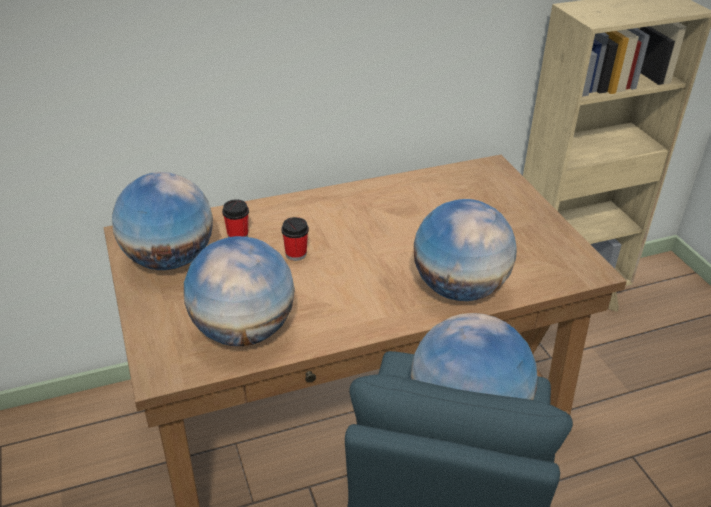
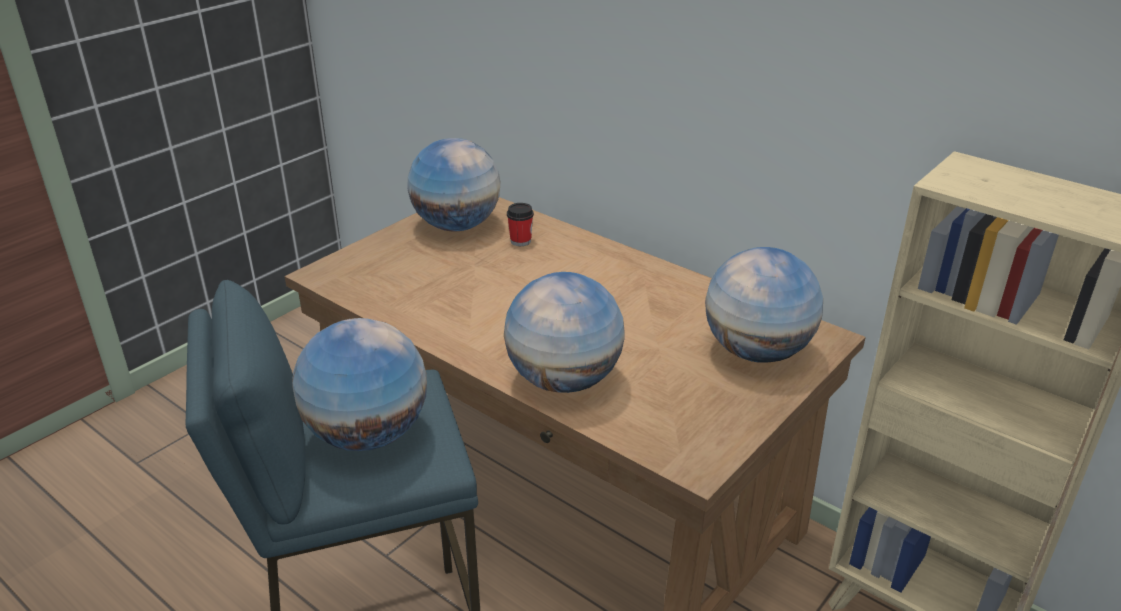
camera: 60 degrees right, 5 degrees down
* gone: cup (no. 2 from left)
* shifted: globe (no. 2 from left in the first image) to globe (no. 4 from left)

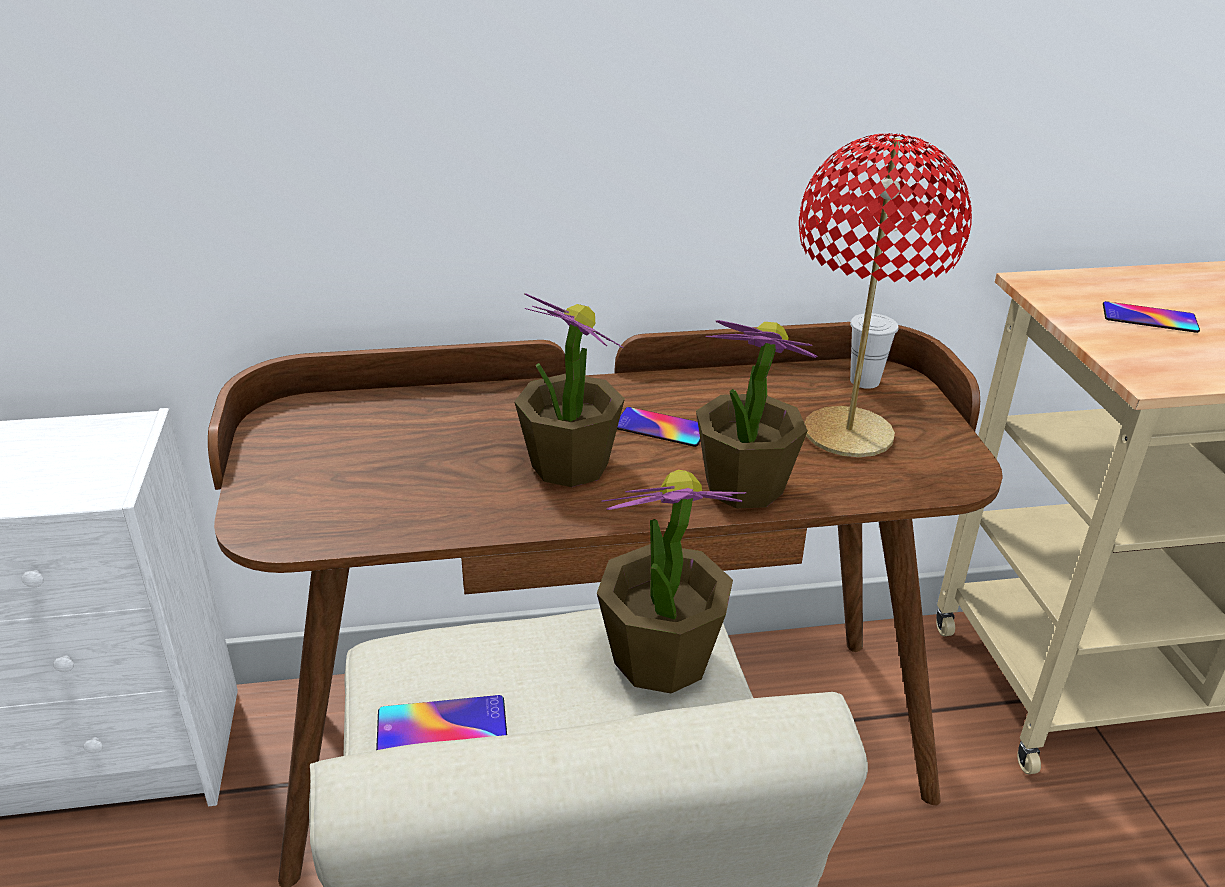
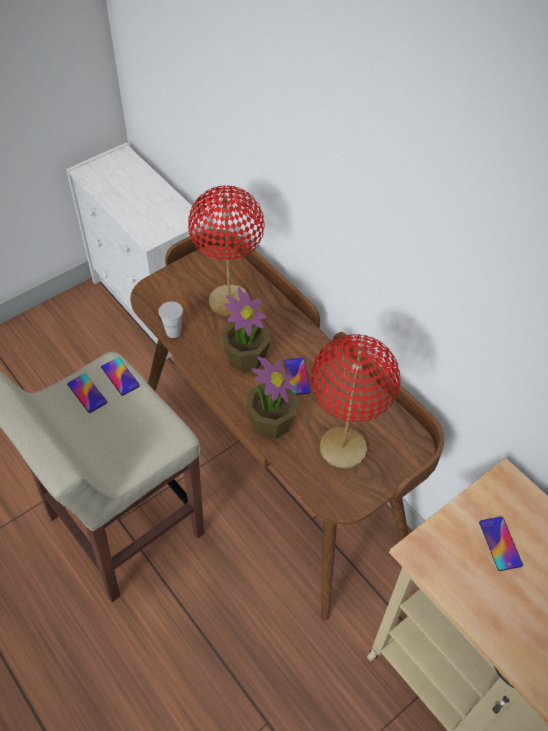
camera: 60 degrees right, 20 degrees up
* gone: potted plant (no. 2 from left)
* new: phone (no. 2 from left)
* new: table lamp (red) (no. 1 from left)
* shifted: cup (white)

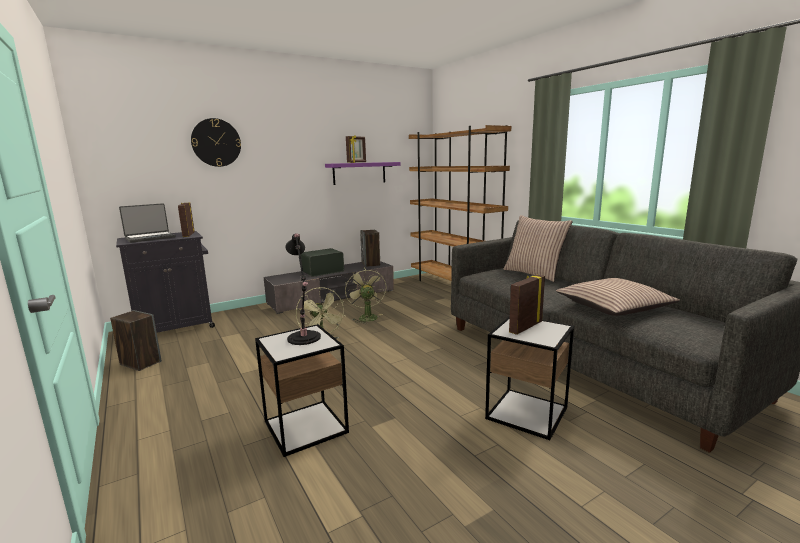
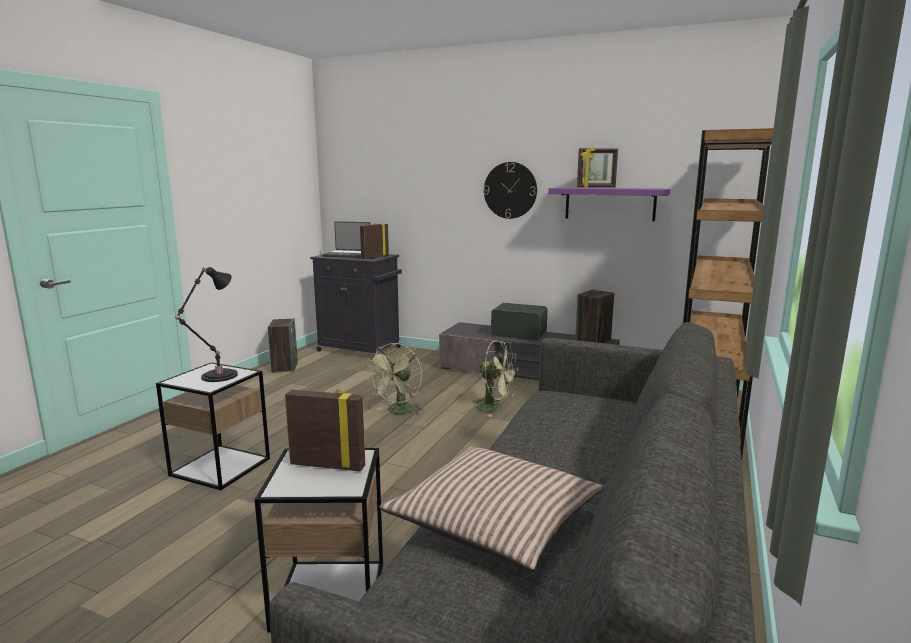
camera: 55 degrees right, 0 degrees up
* gone: pillow (no. 1 from left)
* shifted: wall clock
* rotated: fan (green) (no. 2 from left) 75 degrees clockwise

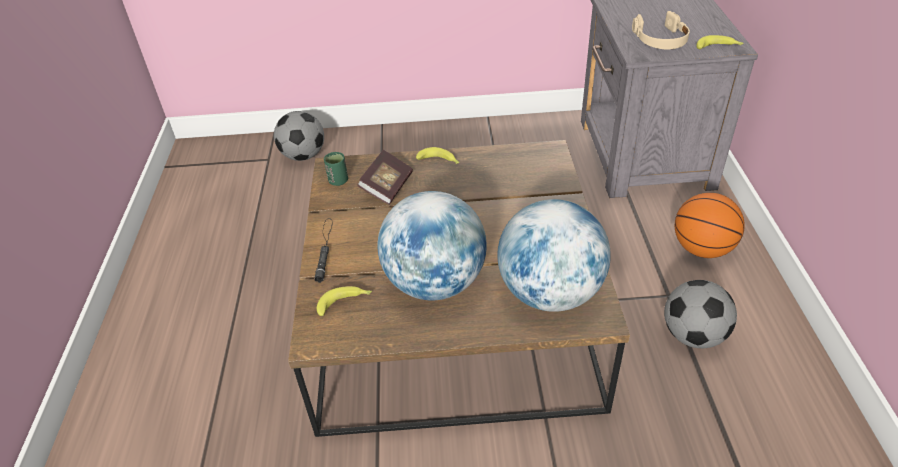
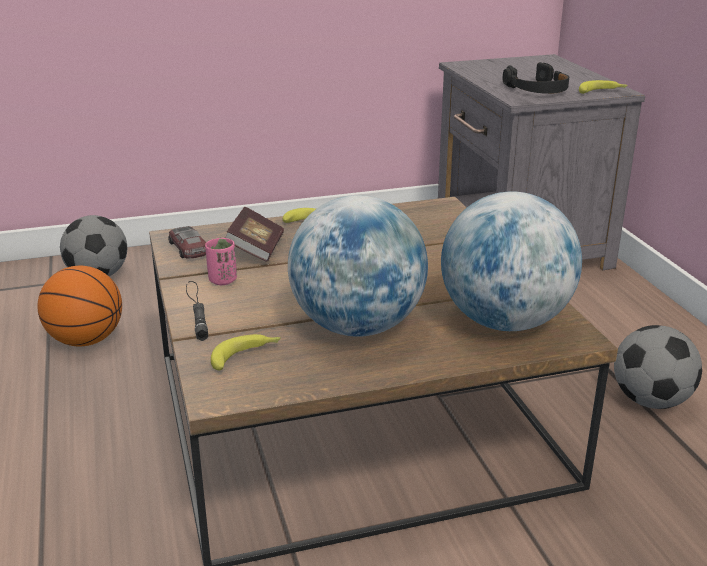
camera: 15 degrees left, 15 degrees down
* new: cup (pink)
* shifted: basketball
* swapped: cup (green) to toy car
* repainted: headphones (beige) to headphones (black)

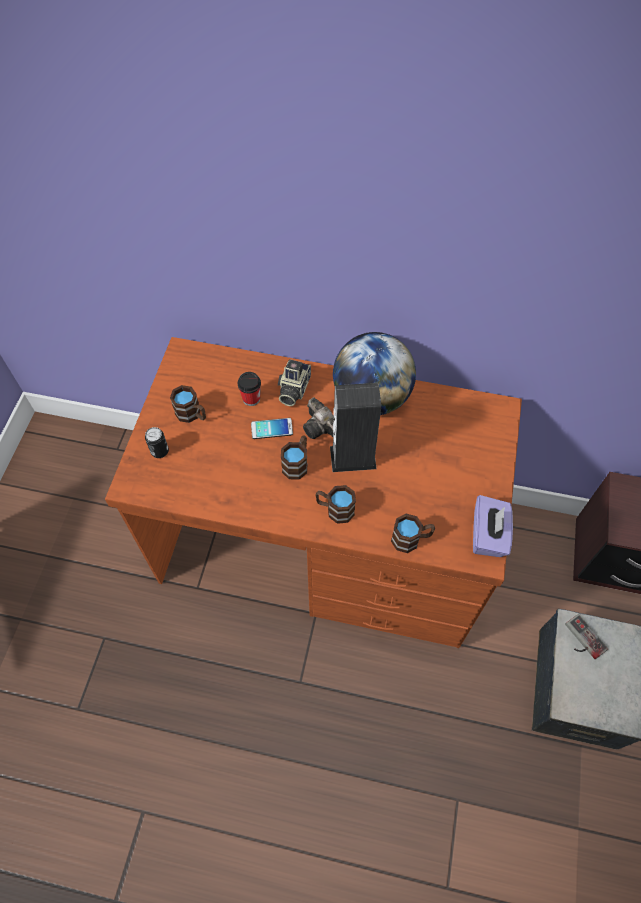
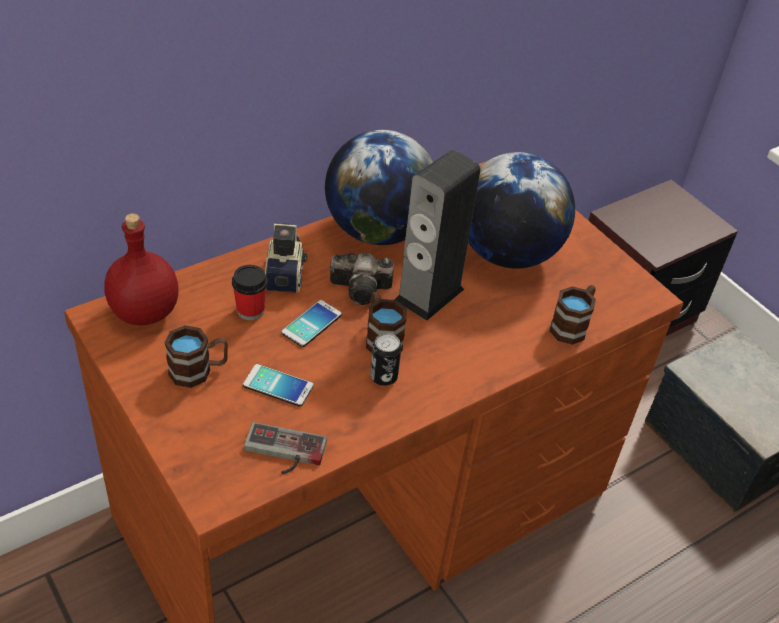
camera: 50 degrees left, 15 degrees down
* gone: mug (brown) (no. 3 from left)
* gone: tissue box (purple)
* new: bottle (red)
* new: phone (no. 1 from left)
* new: globe (no. 2 from left)
* shifted: can
* shifted: game controller
* rotated: photo camera (no. 1 from left) 150 degrees counterclockwise

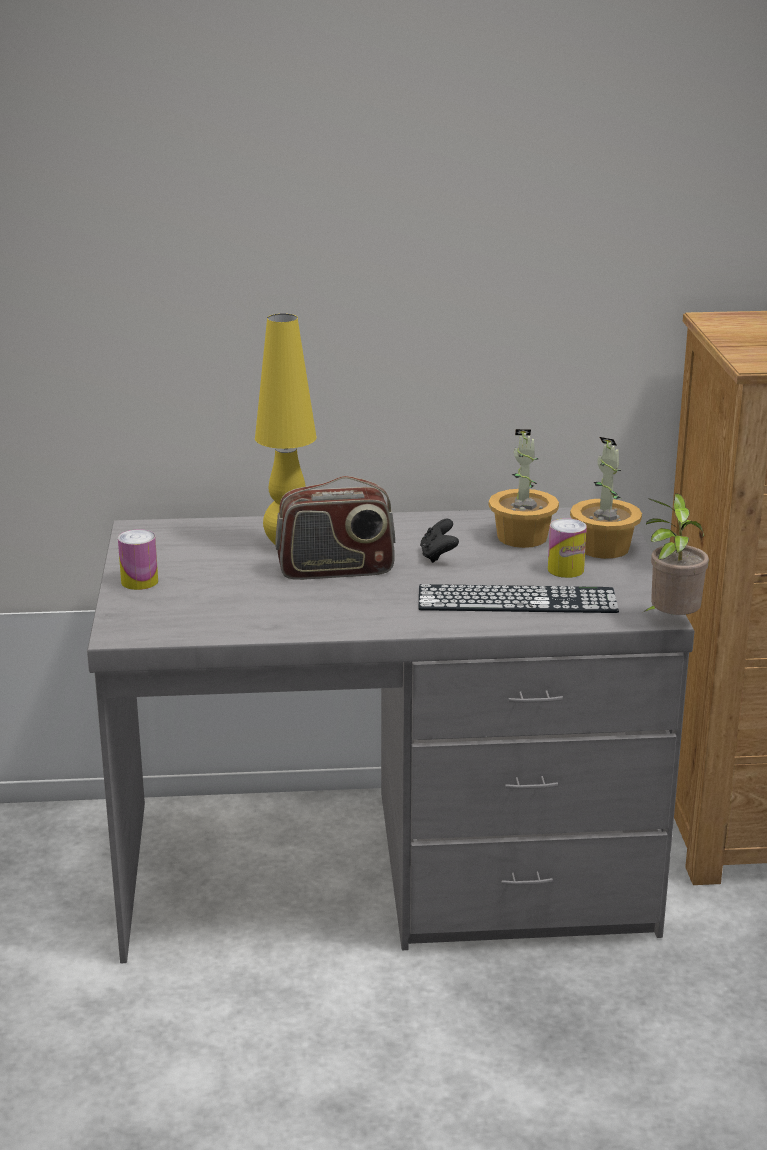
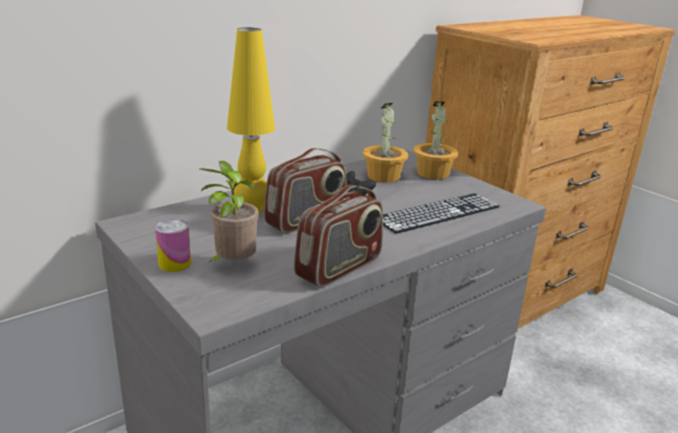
camera: 35 degrees left, 0 degrees up
* gone: can (no. 2 from left)
* new: radio (no. 2 from left)
* shifted: potted plant (no. 3 from left in the first image) to potted plant (no. 1 from left)

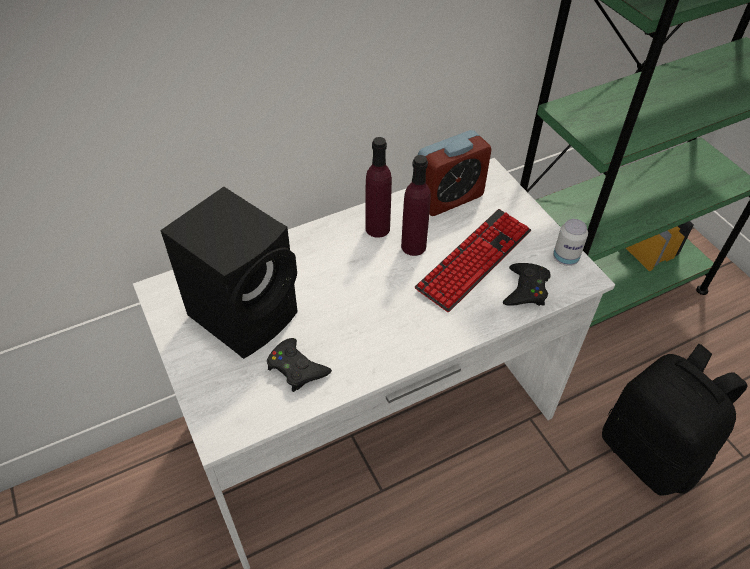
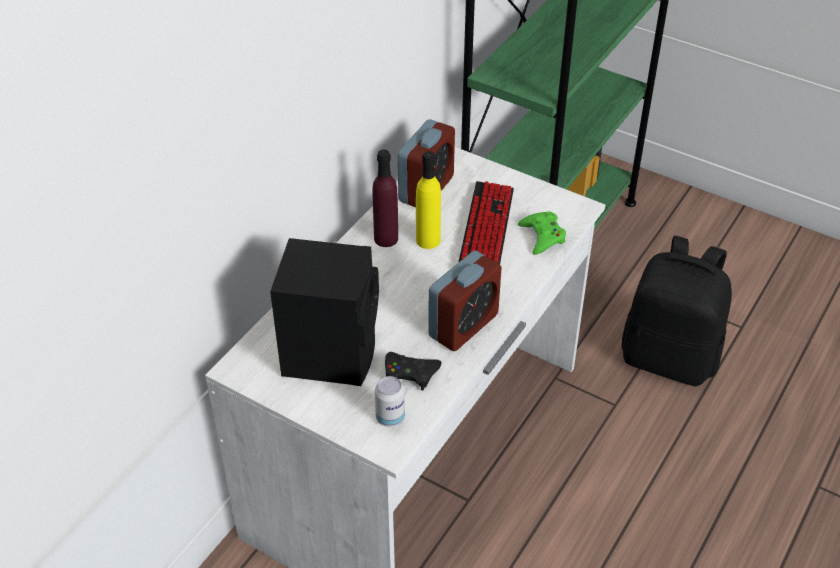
camera: 30 degrees left, 5 degrees down
* new: alarm clock (no. 2 from left)
* shifted: can
* repainted: bottle (purple) (no. 2 from left) to bottle (yellow)
* repainted: game controller (black) (no. 2 from left) to game controller (green)

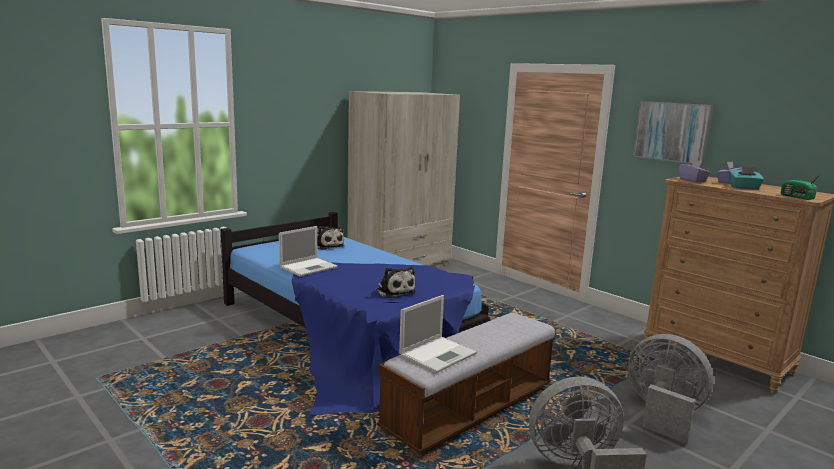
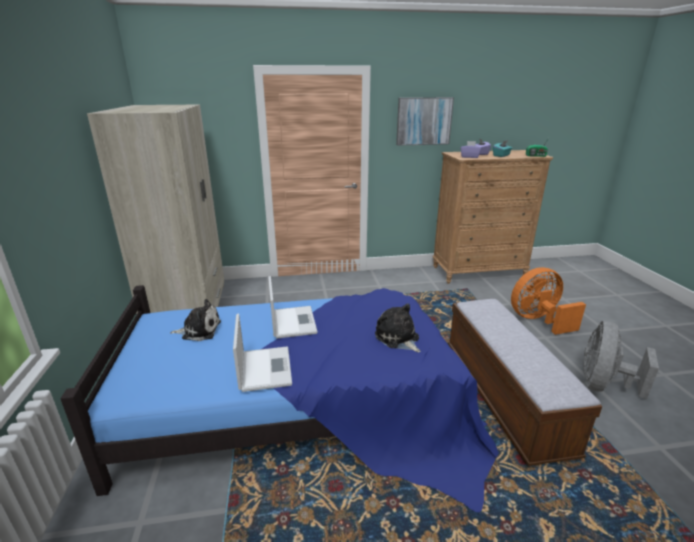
camera: 55 degrees left, 10 degrees up
* shifted: laptop (no. 2 from left)
* repainted: fan (grey) (no. 2 from left) to fan (orange)
* rotated: plush toy (no. 2 from left) 120 degrees counterclockwise

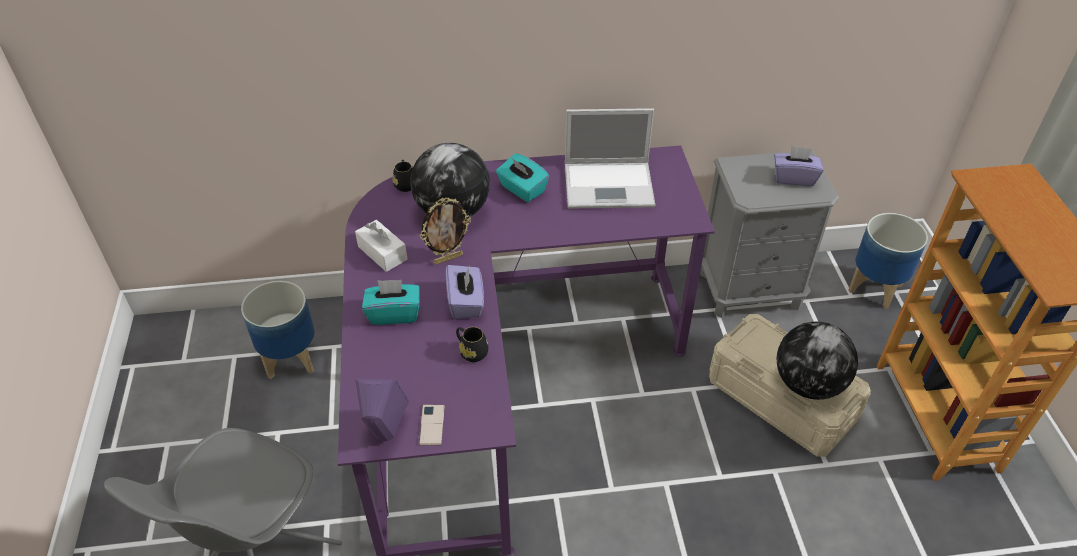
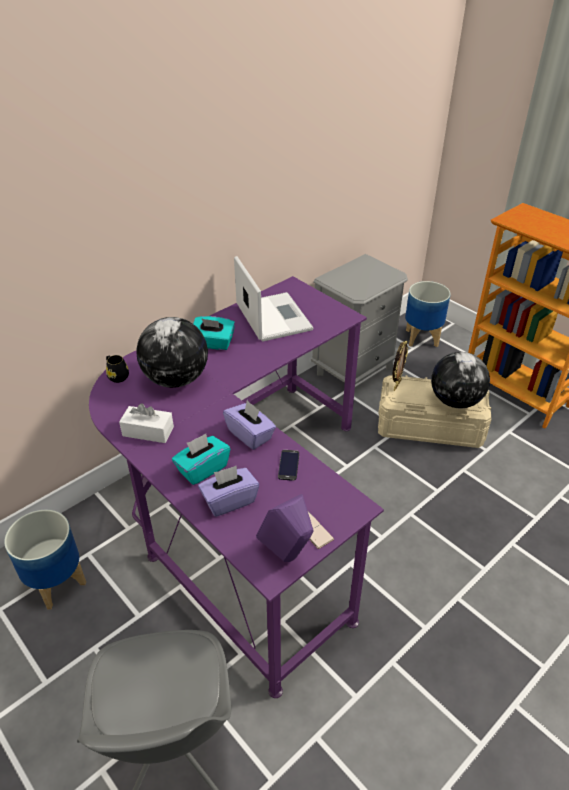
camera: 35 degrees left, 5 degrees down
* shifted: picture frame
* shifted: tissue box (purple) (no. 2 from left in the first image) to tissue box (purple) (no. 1 from left)
* swapped: mug (black) (no. 2 from left) to phone (no. 1 from left)
* rotated: laptop 75 degrees counterclockwise

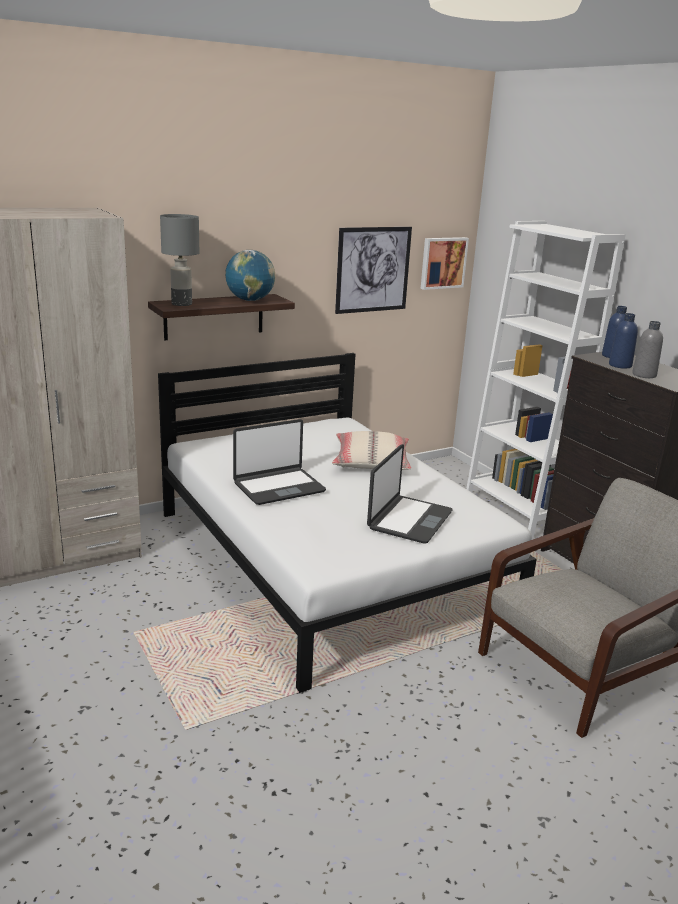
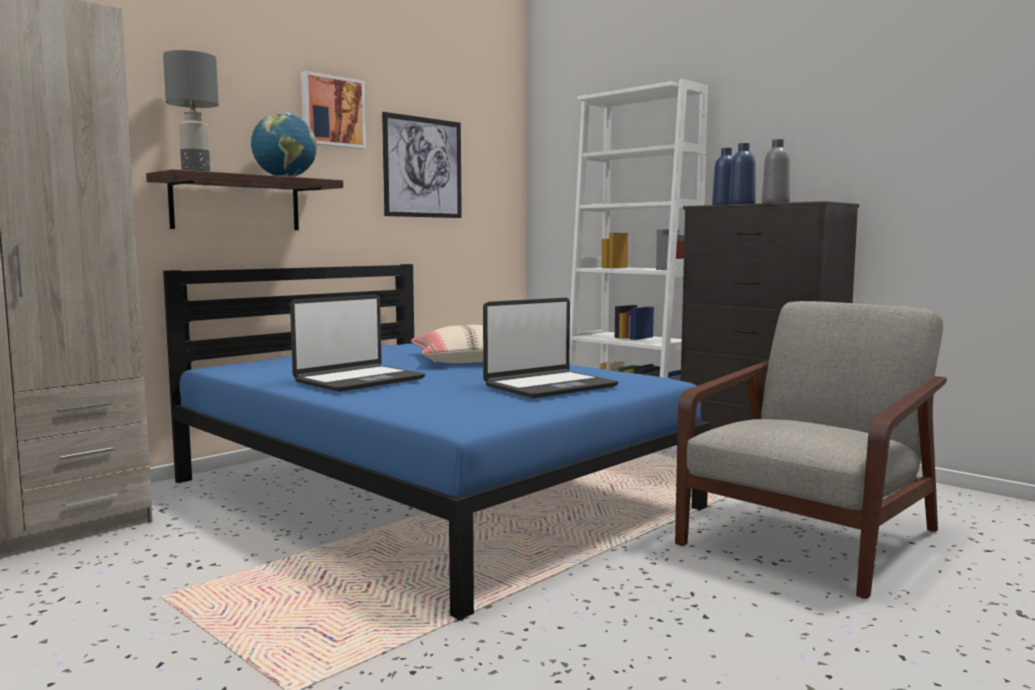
camera: 15 degrees left, 15 degrees down
* shifted: picture (no. 2 from left in the first image) to picture (no. 1 from left)
* repainted: bed (white) to bed (blue)
* rotated: laptop (no. 2 from left) 45 degrees clockwise

